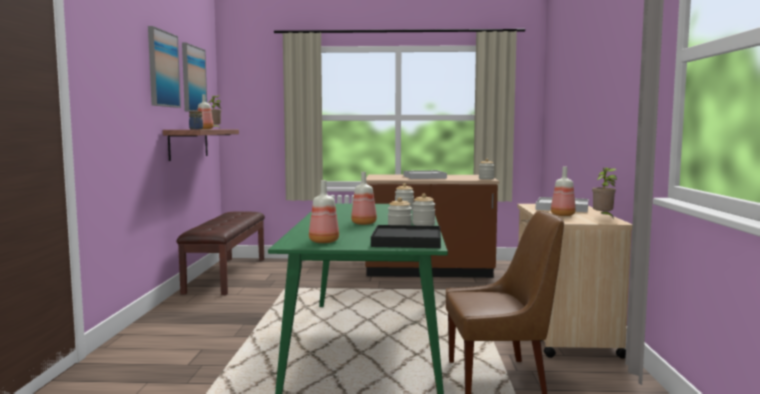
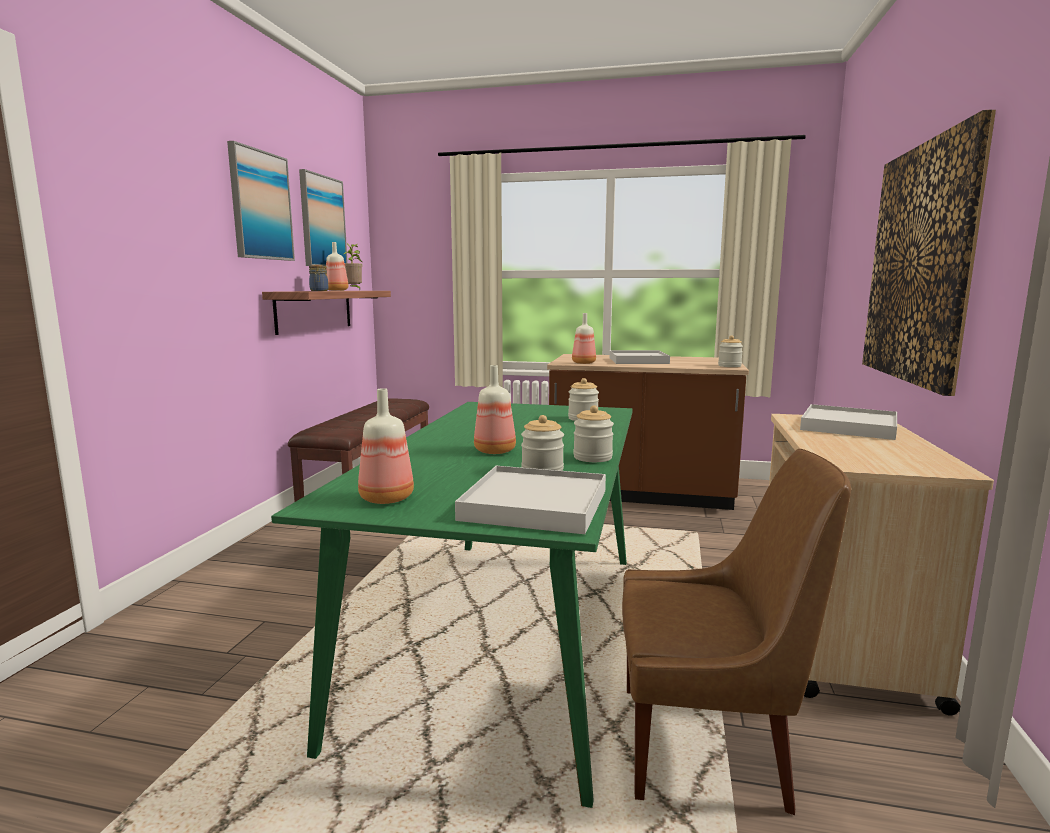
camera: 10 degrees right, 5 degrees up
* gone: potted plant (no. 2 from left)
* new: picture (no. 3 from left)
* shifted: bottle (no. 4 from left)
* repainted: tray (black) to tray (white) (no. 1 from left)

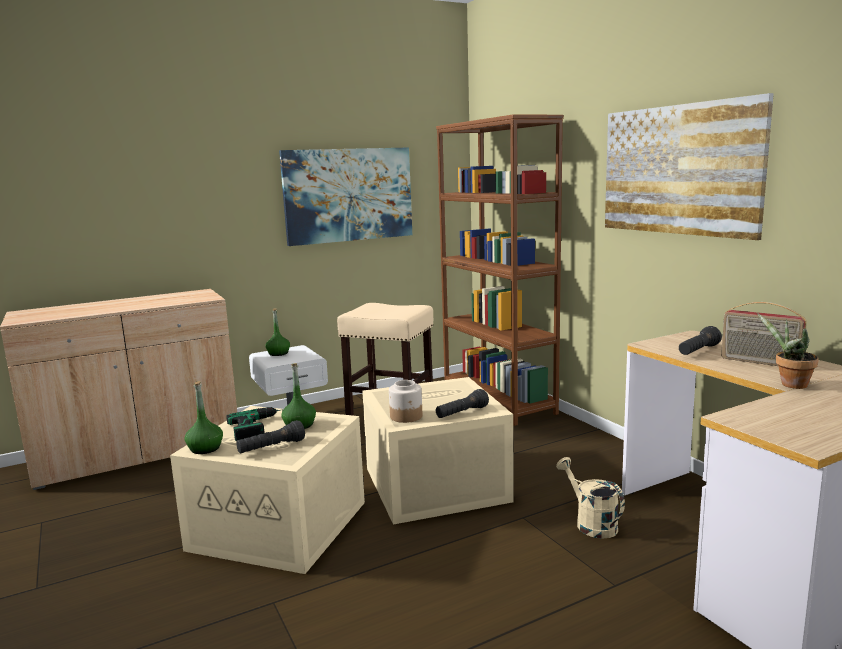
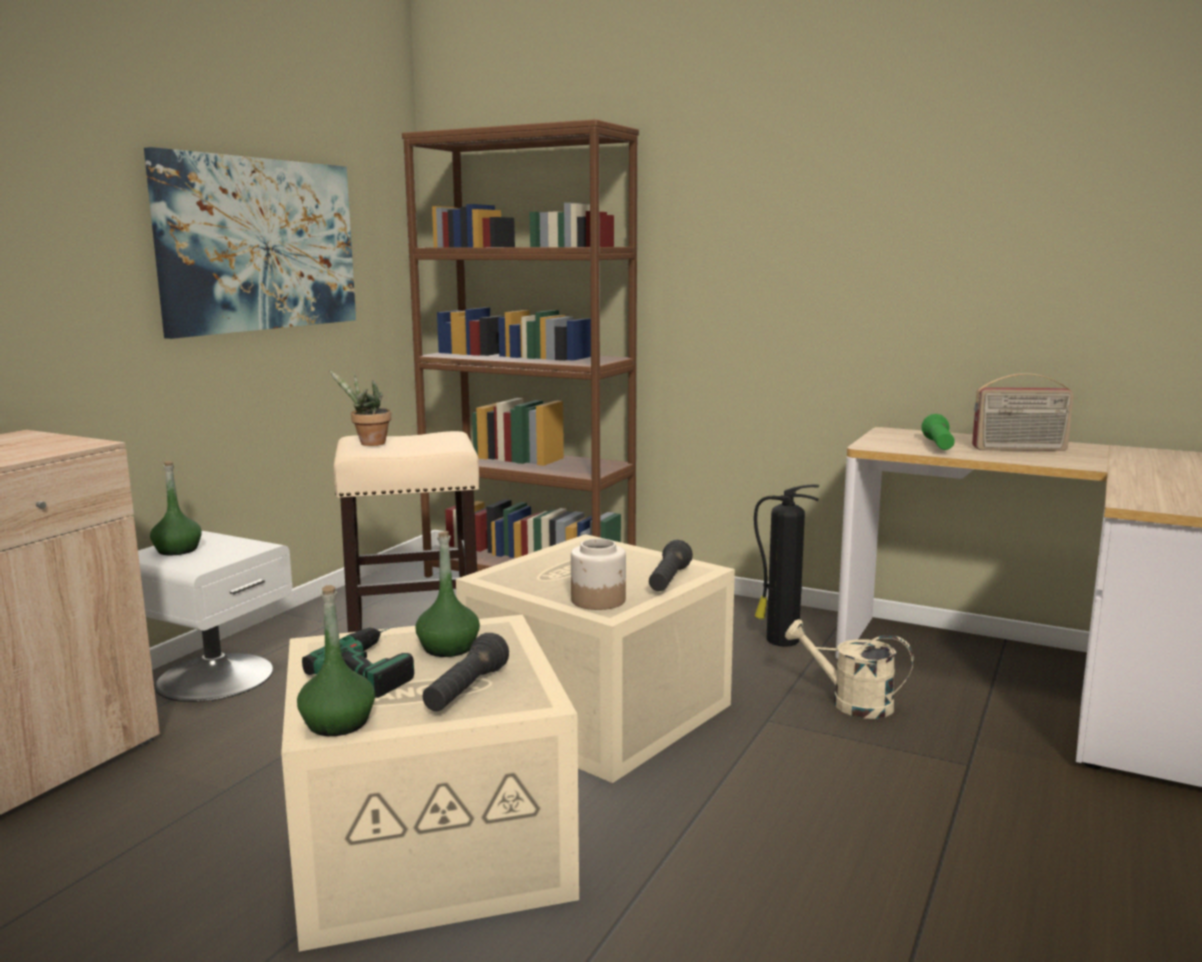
camera: 35 degrees left, 0 degrees up
* gone: picture (no. 2 from left)
* new: fire extinguisher
* shifted: potted plant
* repainted: flashlight (black) (no. 3 from left) to flashlight (green)

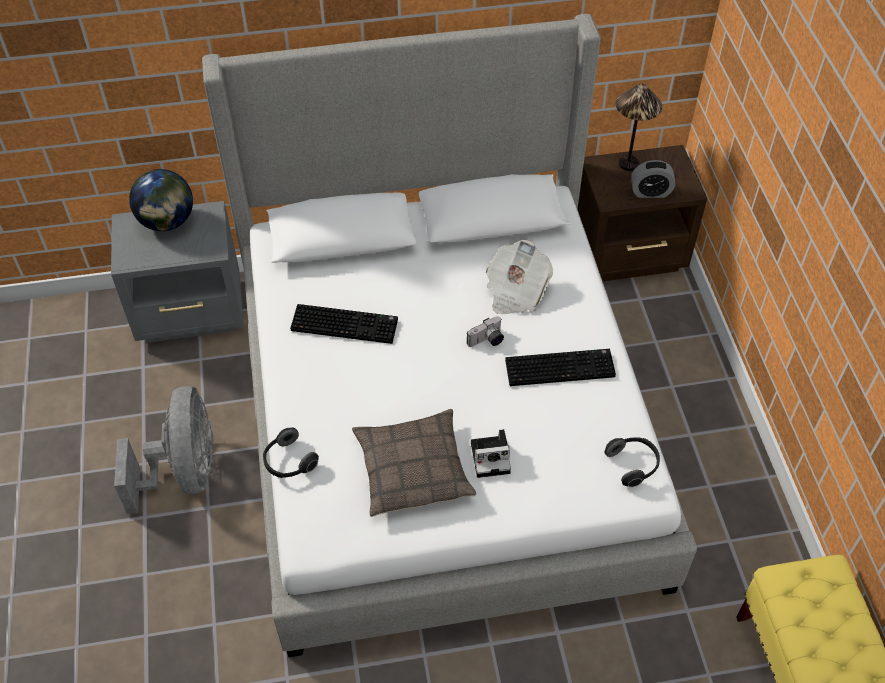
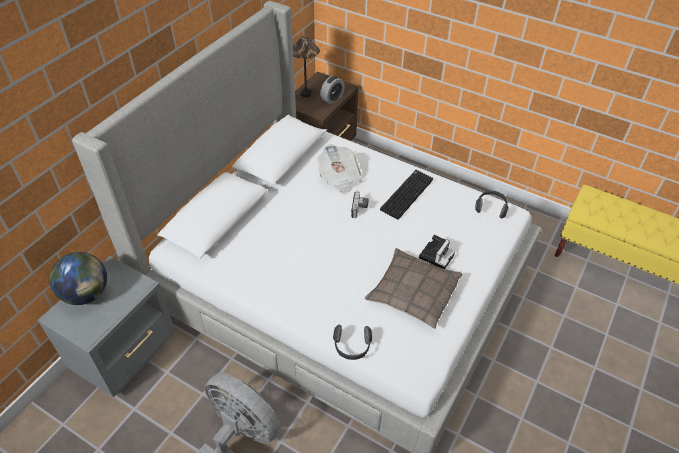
camera: 50 degrees left, 5 degrees down
* gone: keyboard (no. 1 from left)

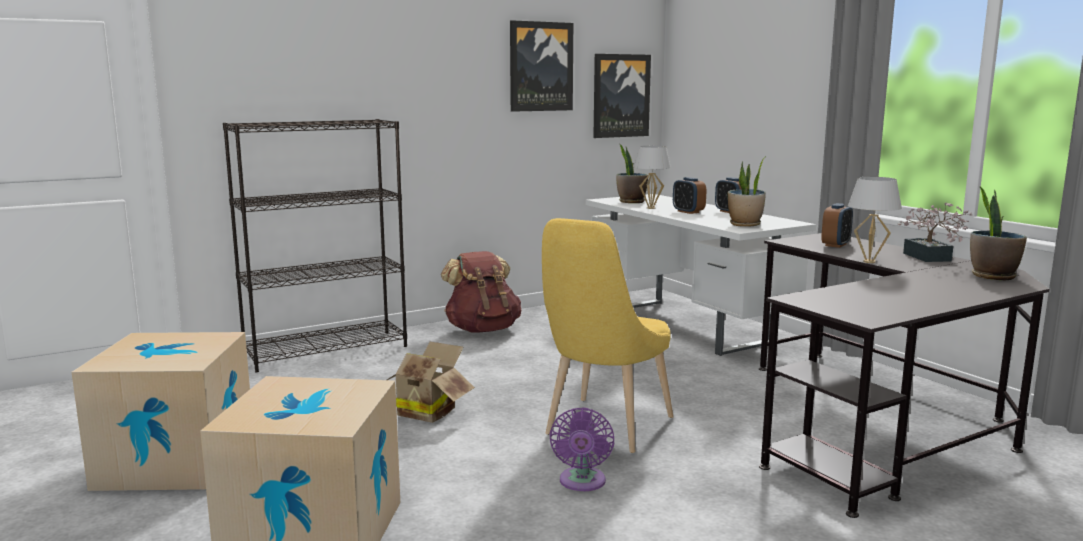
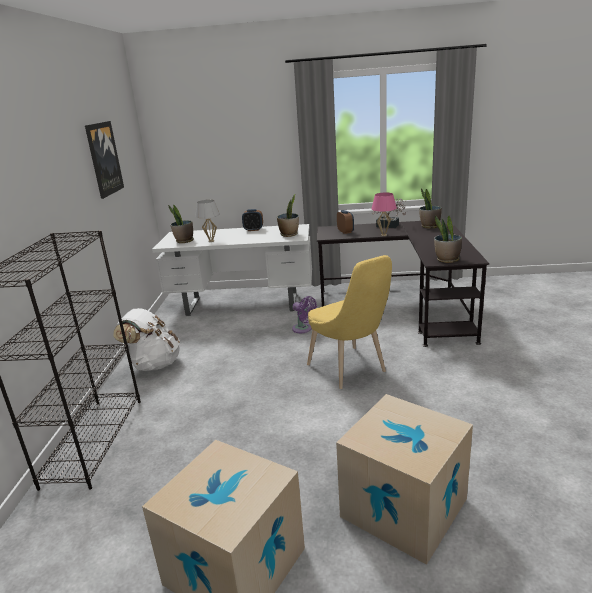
camera: 55 degrees left, 10 degrees up
* gone: cardboard box (no. 3 from left)
* gone: picture (no. 2 from left)
* gone: alarm clock (no. 1 from left)
* new: potted plant (no. 5 from left)
* shifted: fan (purple)
* repainted: backpack (brown) to backpack (white)
* repainted: table lamp (white) (no. 2 from left) to table lamp (pink)

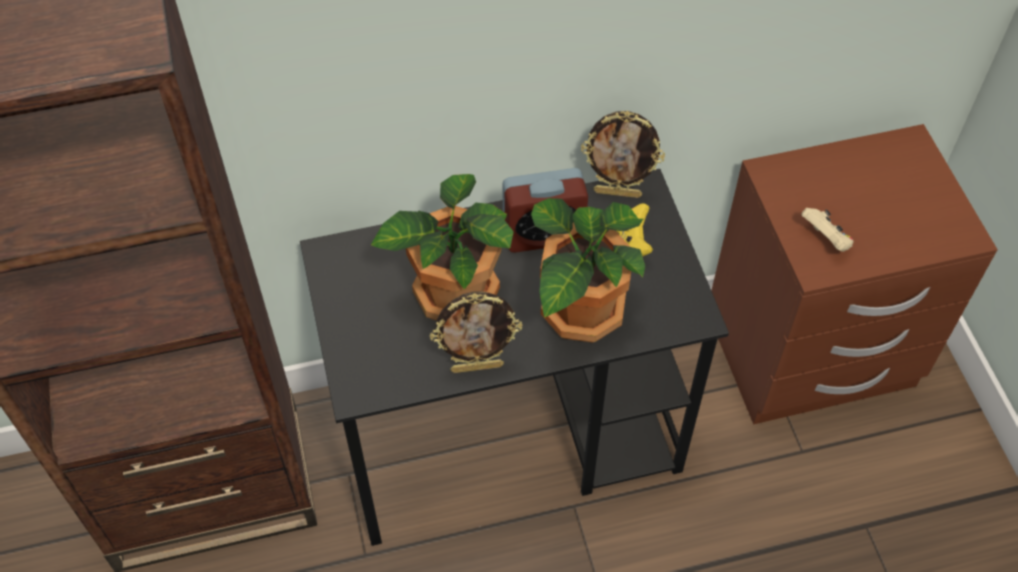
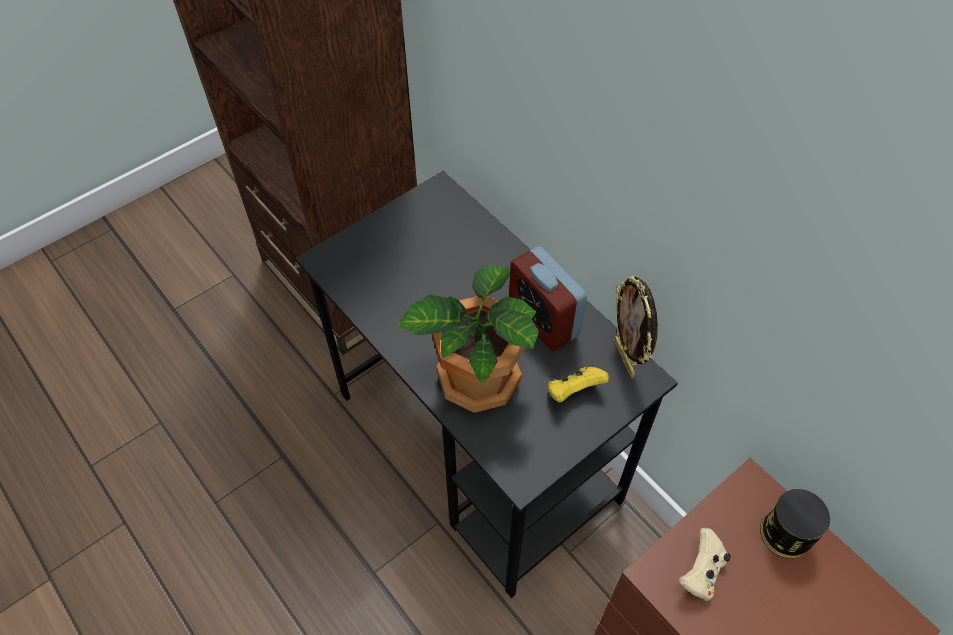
camera: 65 degrees right, 0 degrees up
* gone: potted plant (no. 1 from left)
* gone: picture frame (no. 1 from left)
* new: can

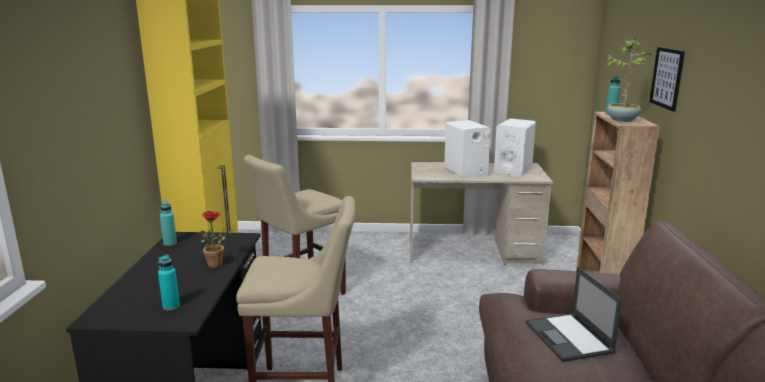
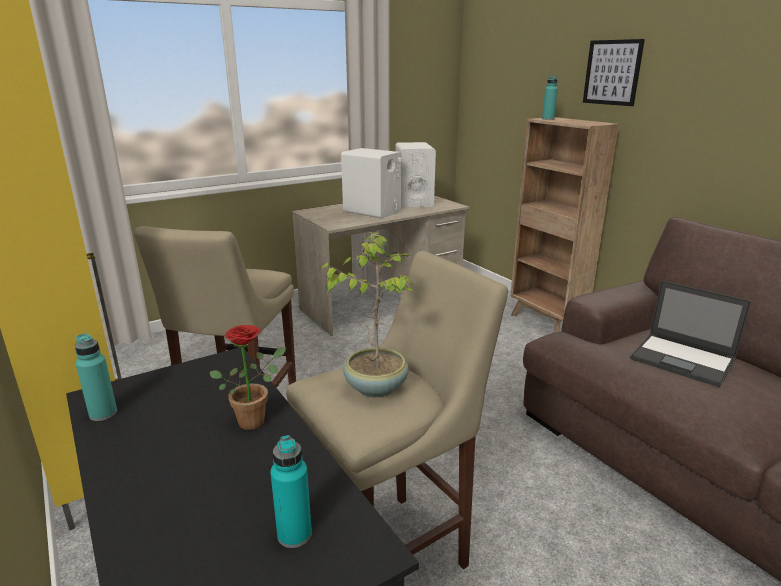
camera: 35 degrees left, 5 degrees up
* shifted: potted plant (no. 2 from left)

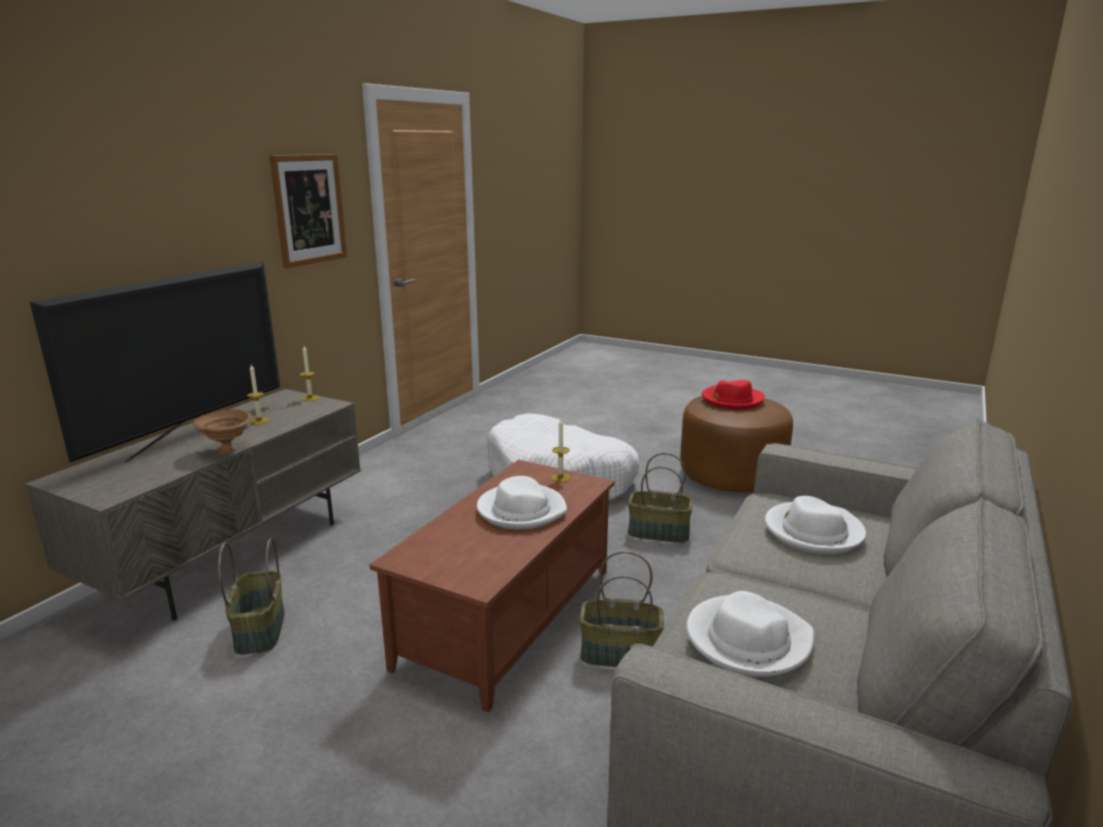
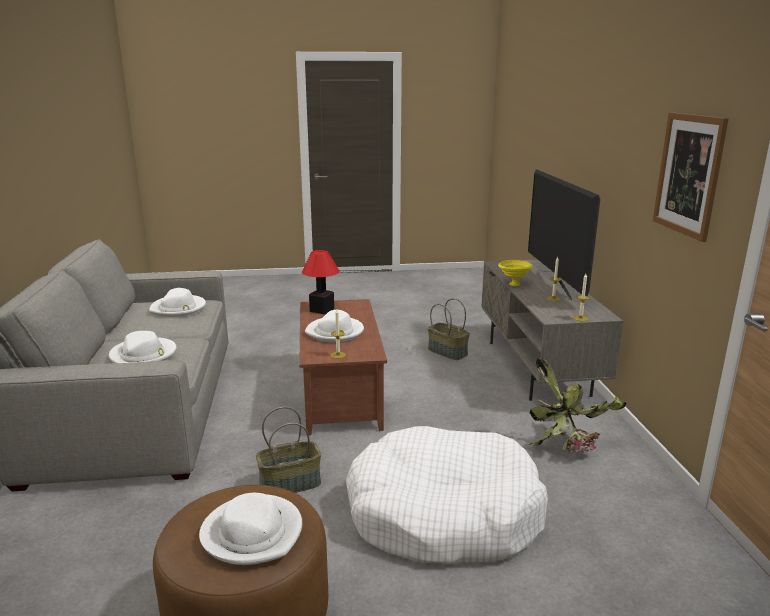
camera: 145 degrees right, 0 degrees up
* gone: basket (no. 2 from left)
* new: table lamp
* new: potted plant
* repainted: bowl (brown) to bowl (yellow)
* repainted: hat (red) to hat (white) (no. 3 from left)

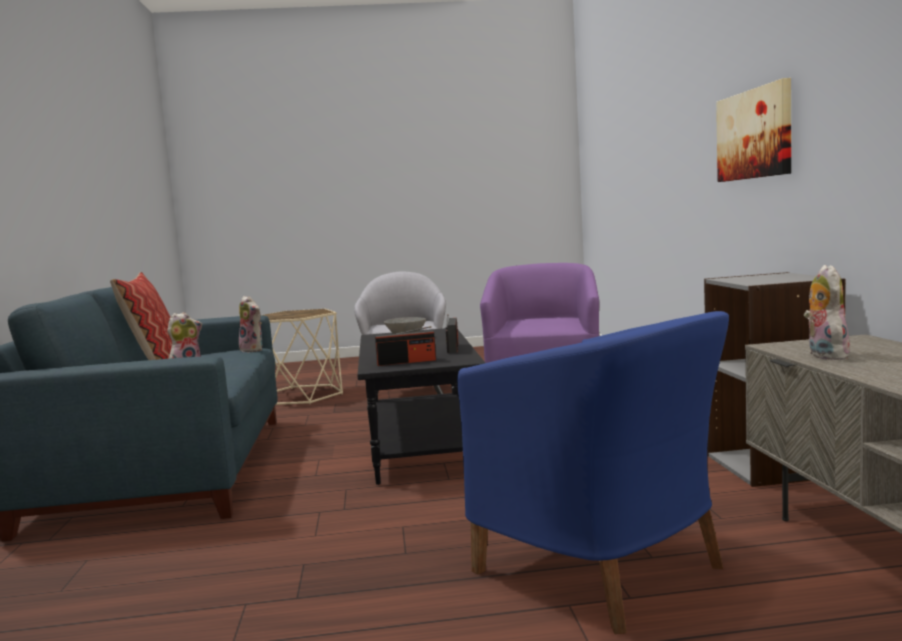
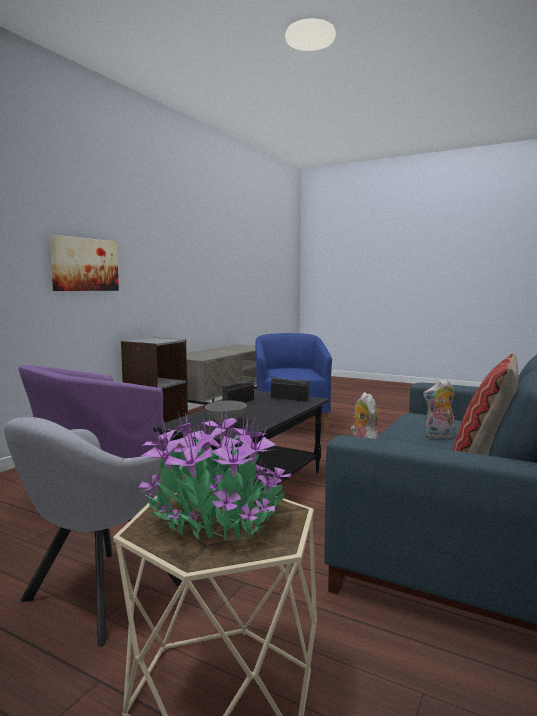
camera: 145 degrees left, 0 degrees up
* gone: plush toy (no. 3 from left)
* new: potted plant

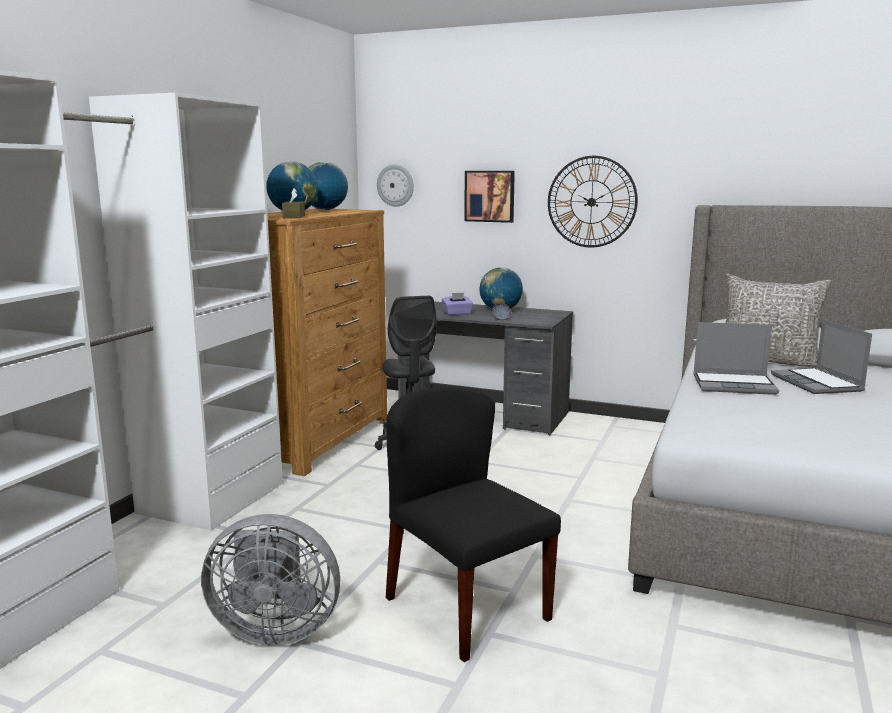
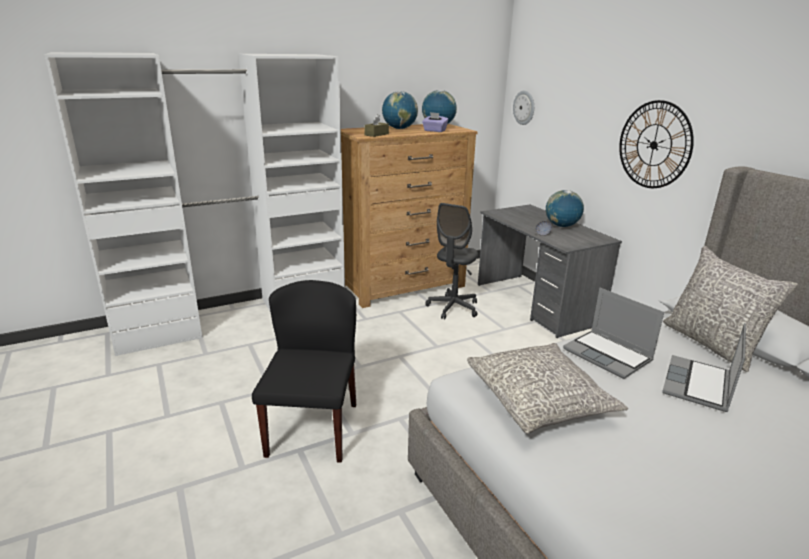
camera: 40 degrees right, 10 degrees up
* gone: fan (grey)
* gone: picture
* new: pillow (grey) (no. 1 from left)
* shifted: tissue box (purple)

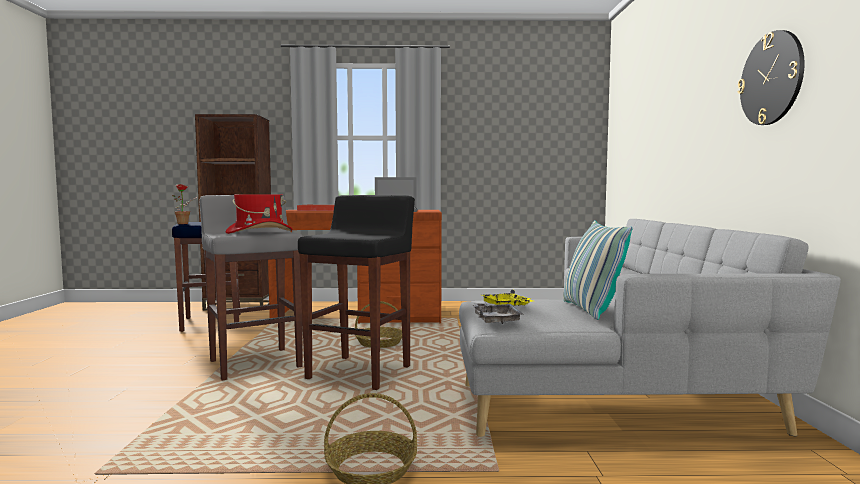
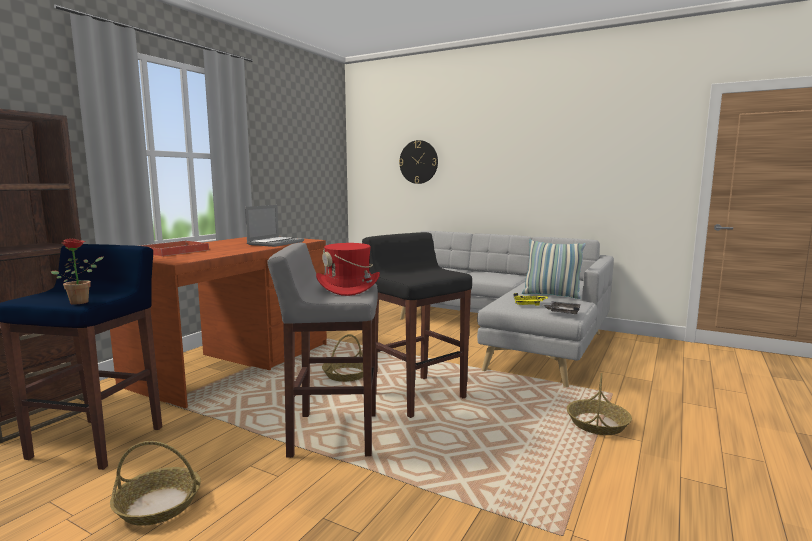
camera: 60 degrees left, 5 degrees up
* new: basket (no. 1 from left)
* shifted: wall clock

